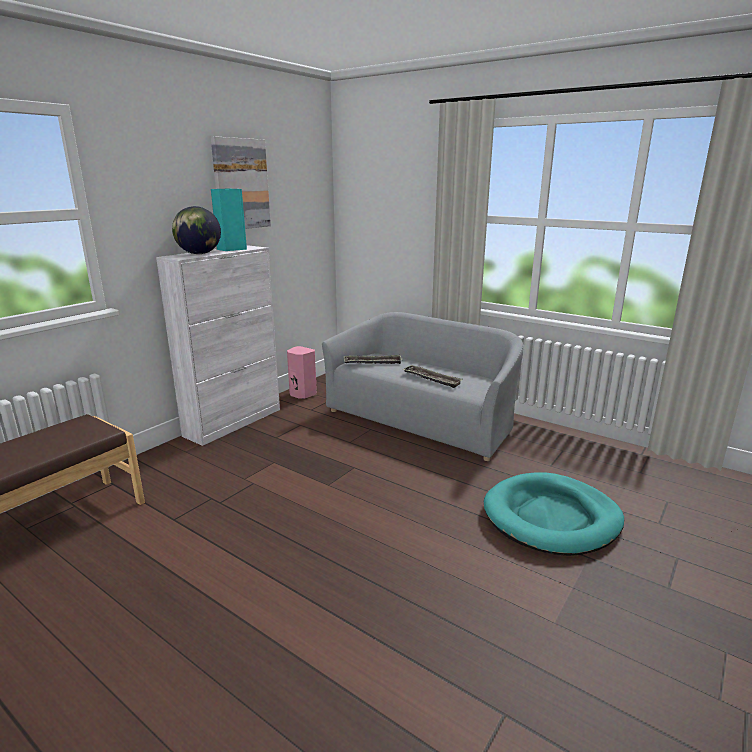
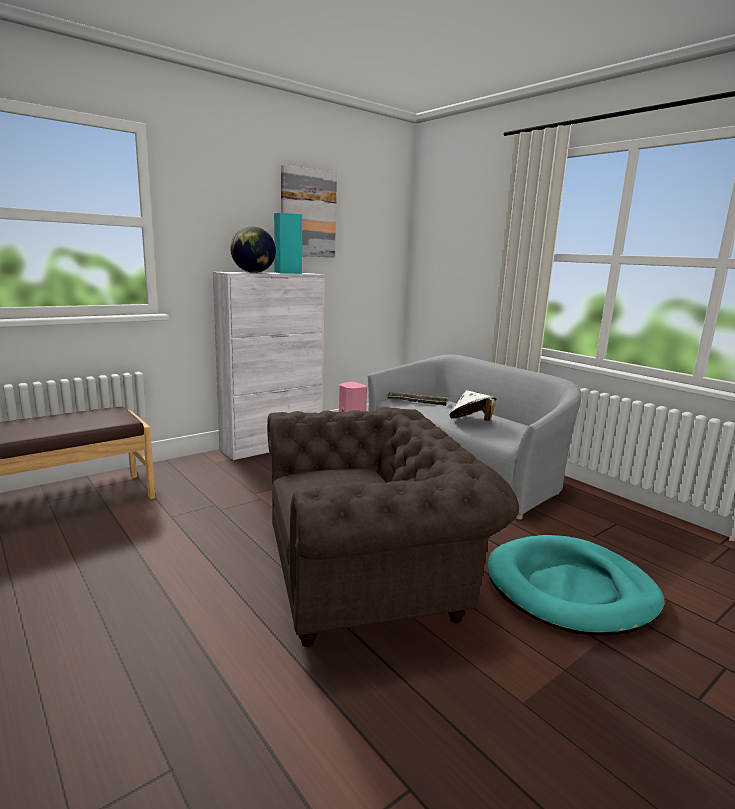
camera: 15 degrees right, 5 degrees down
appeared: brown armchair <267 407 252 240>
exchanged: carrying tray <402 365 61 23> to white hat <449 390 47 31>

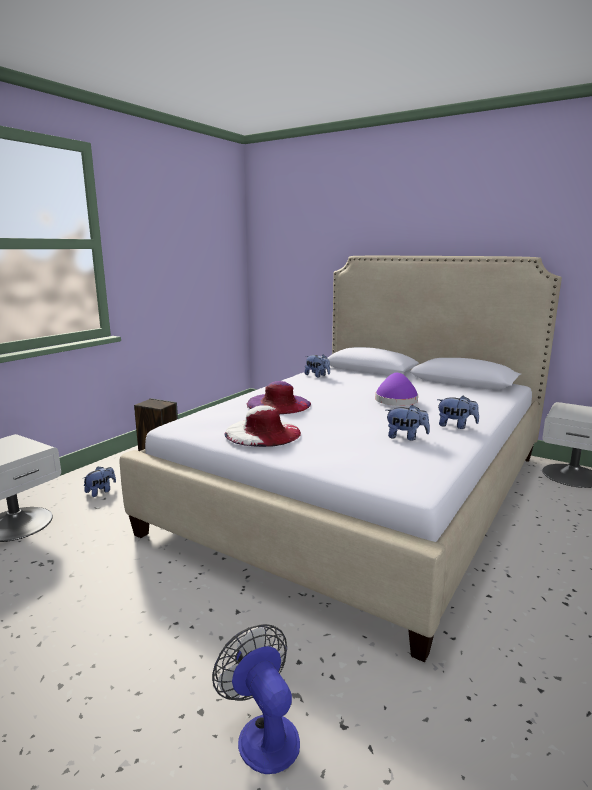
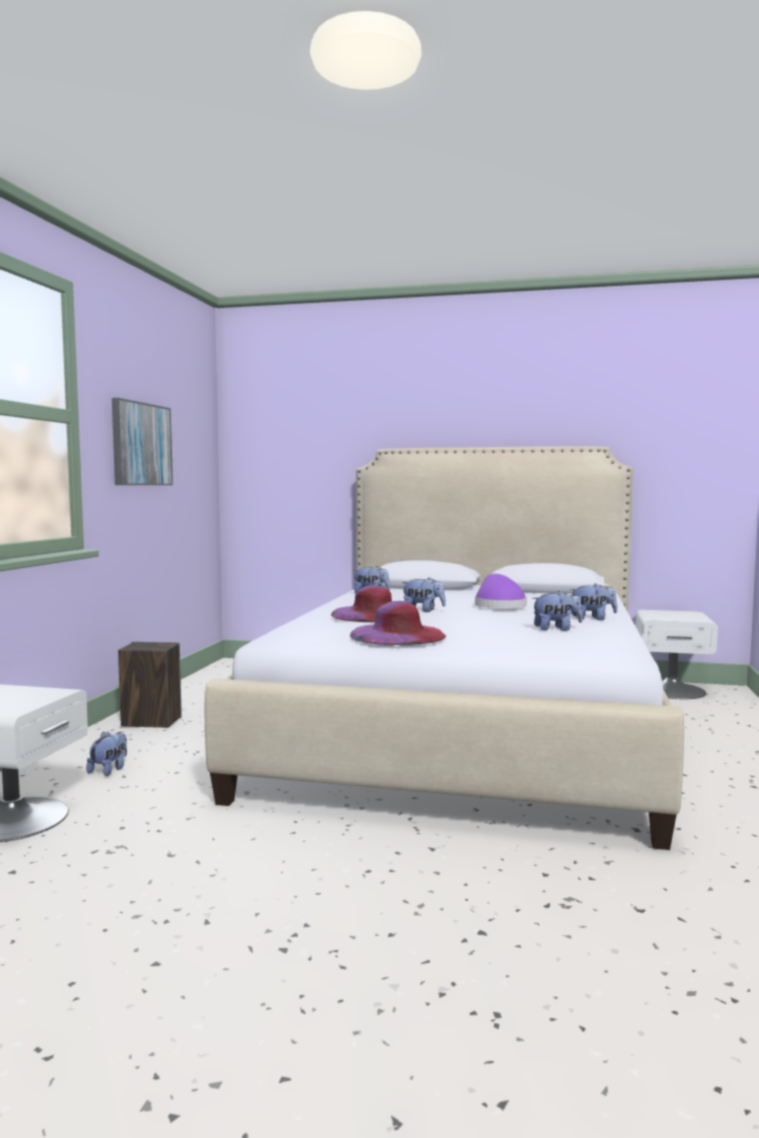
camera: 20 degrees left, 10 degrees down
missing: cooling fan <212 624 88 150>
appeared: picture <112 398 61 87>; plush toy <401 577 45 35>
colour: white hat <225 405 76 42> to purplish hat <350 601 96 44>

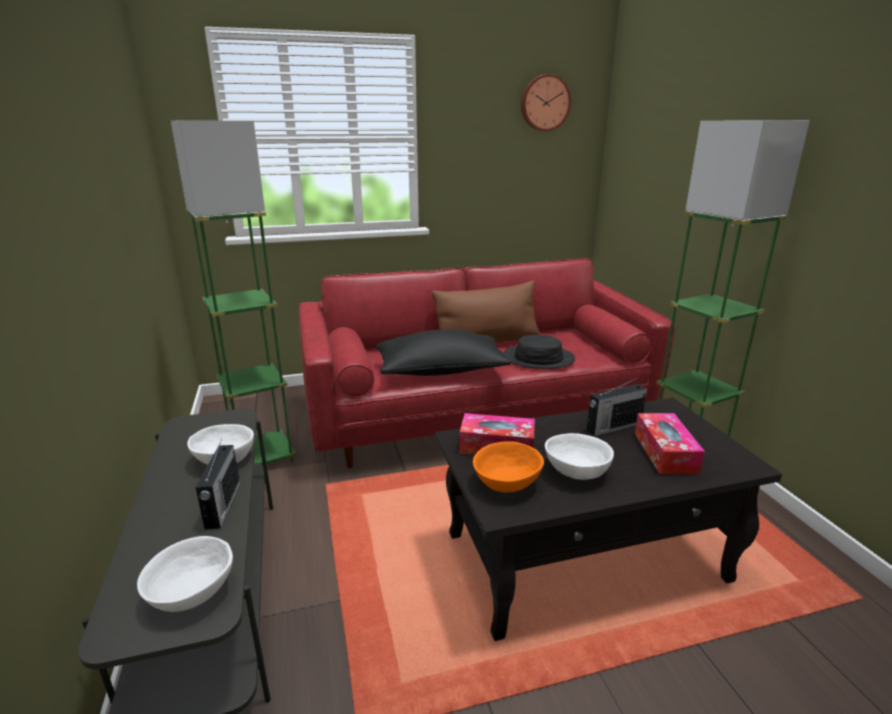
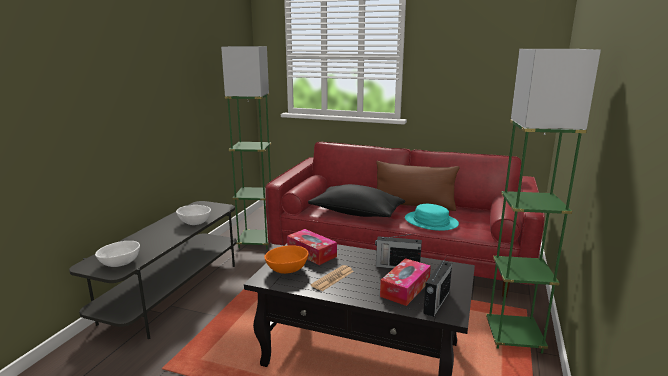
camera: 35 degrees right, 5 degrees down
missing: clock on the wall <521 74 50 57>
relocated: radio set <196 438 44 91> to <423 257 29 60>
exchanged: white deep dish <545 433 69 47> to newspaper <311 265 43 26>
colour: blackish hat <503 335 72 34> to blue-green hat <405 204 54 27>

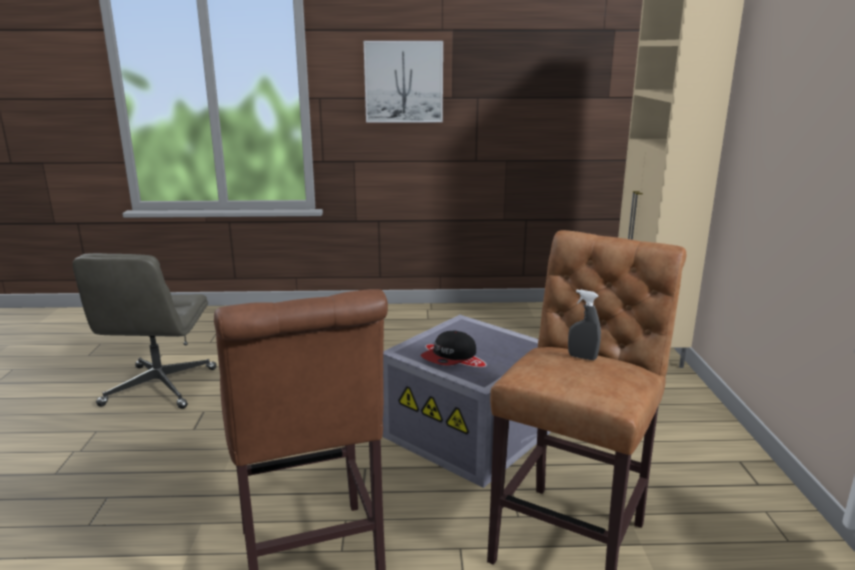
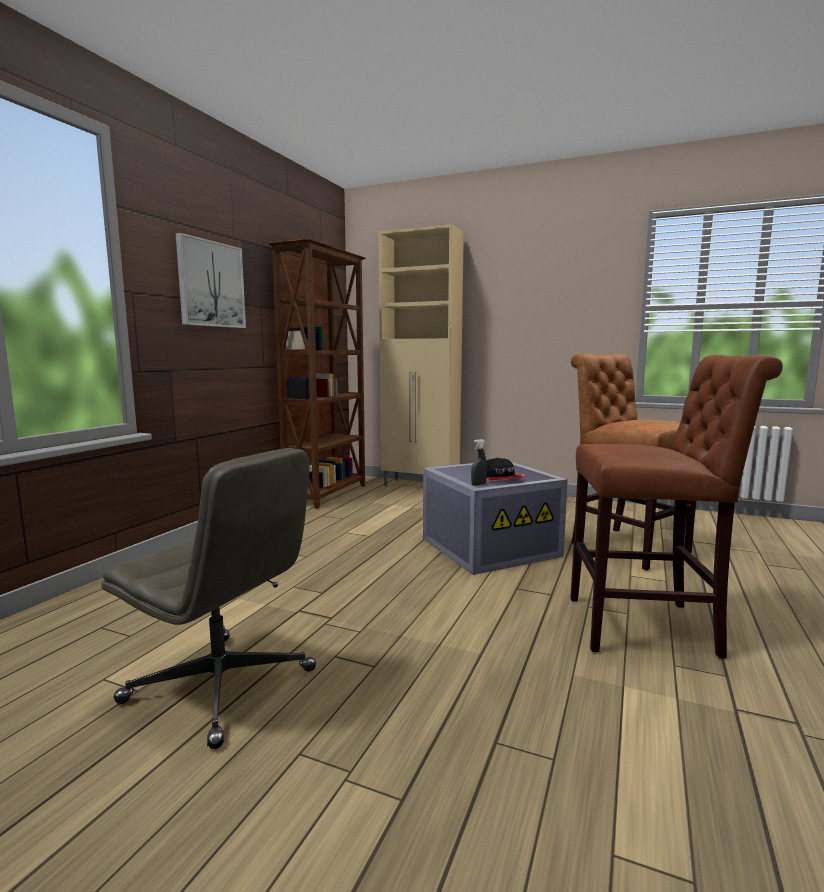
camera: 65 degrees left, 10 degrees down
appeared: brown bookshelf <269 239 97 270>
relocated: greyish sprayer <568 290 33 70> to <471 439 16 47>

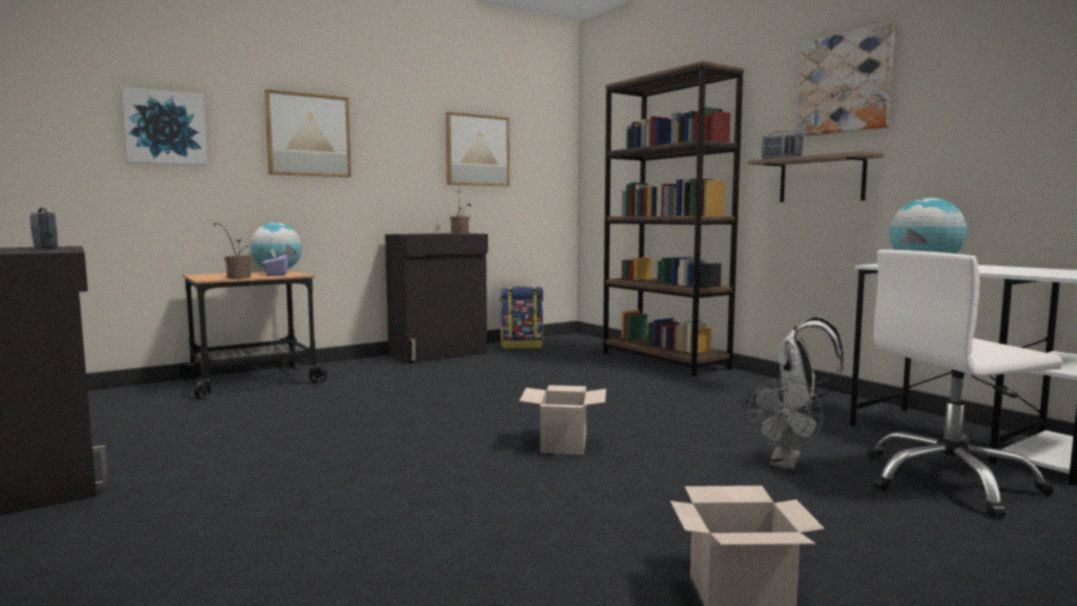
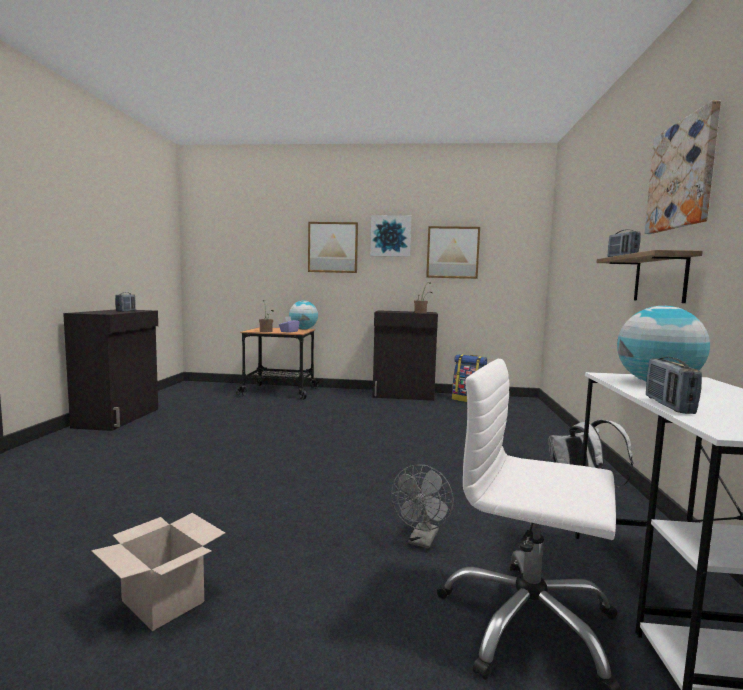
camera: 40 degrees right, 0 degrees up
missing: packing box <519 385 87 70>; brown bookshelf <603 61 141 316>
appeared: radio set <646 357 56 57>
relocated: picture <121 87 87 78> to <370 215 41 42>
spun: greyish cooling fan <748 378 75 91> = <391 465 62 83> 45 degrees counterclockwise

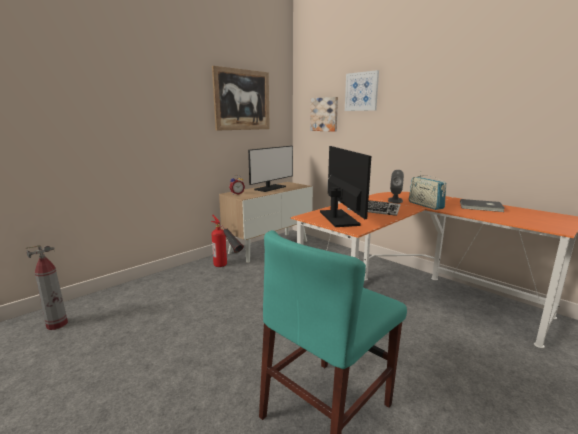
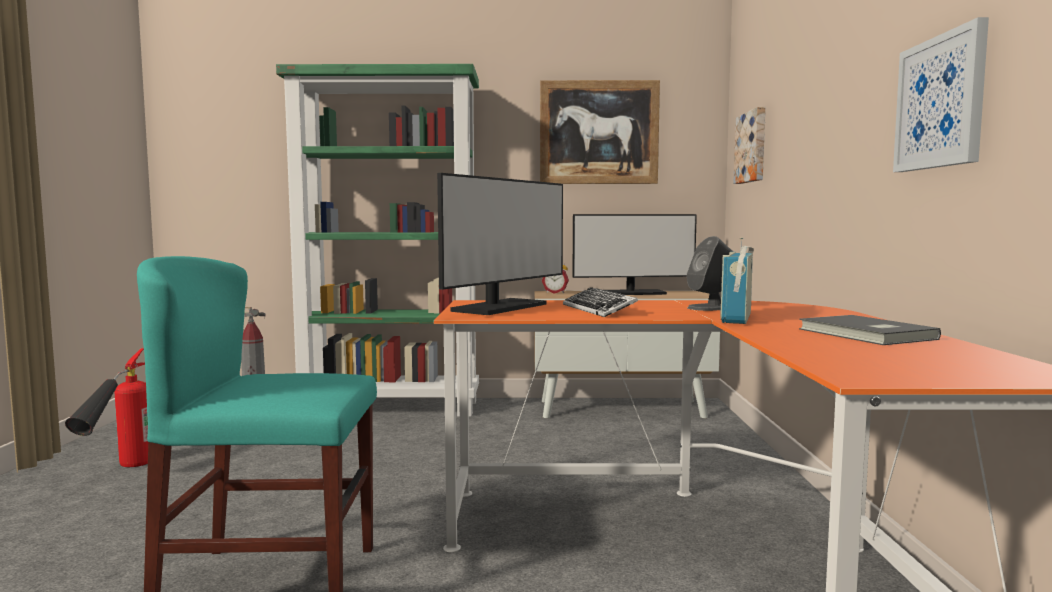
camera: 45 degrees right, 10 degrees down
appeared: greenish bookshelf <276 64 203 353>
relocated: fire extinguisher <211 215 33 52> to <65 348 83 119>; picture <345 70 34 41> to <893 17 96 155>

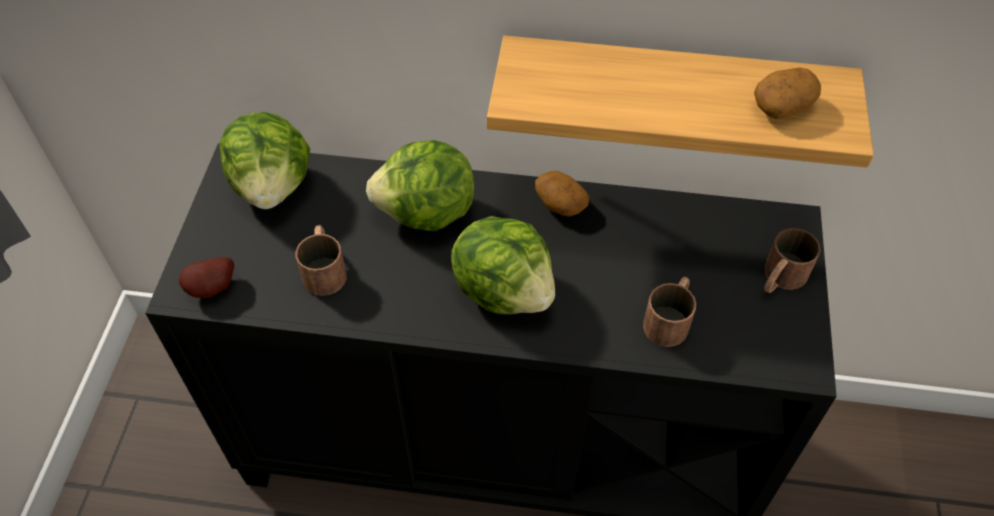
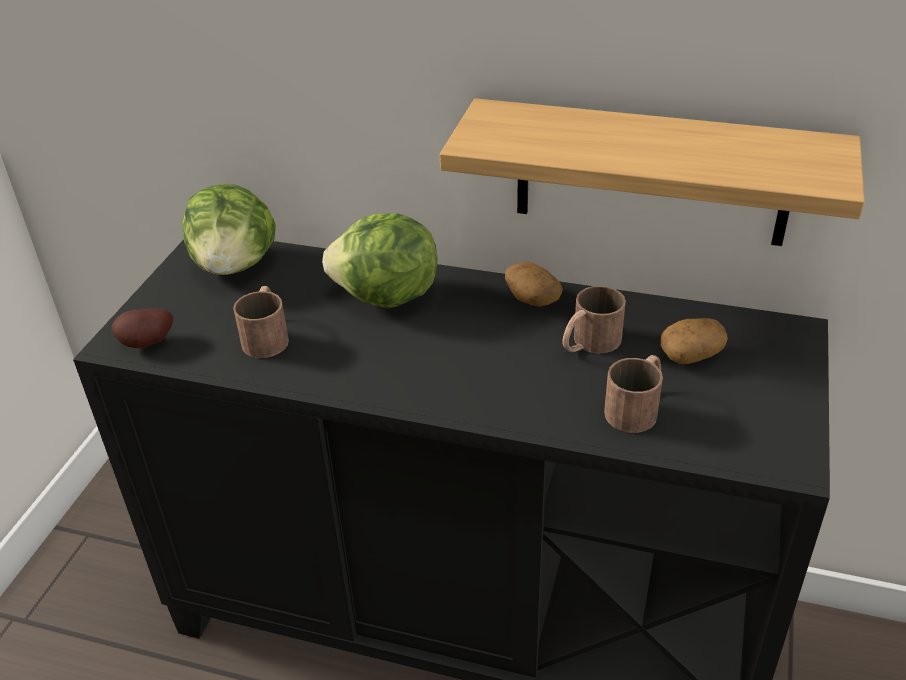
camera: 10 degrees right, 15 degrees down
missing: head of lettuce <451 216 104 98>
relocated: brown mug <764 228 57 65> to <562 286 64 68>; whole potato <754 68 67 51> to <661 318 67 47>

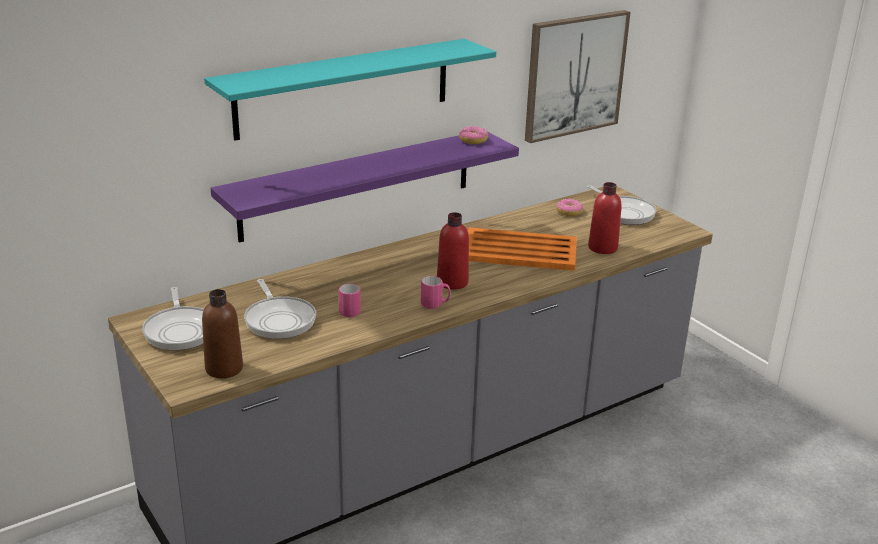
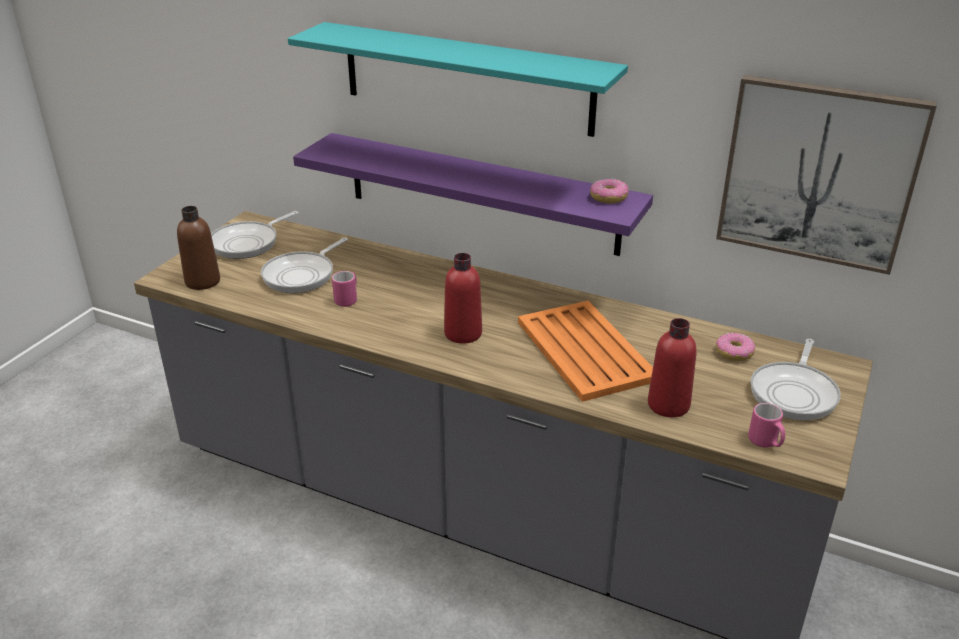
camera: 60 degrees right, 5 degrees up
relocated: pink-coloured mug <421 276 30 33> to <748 403 37 45>

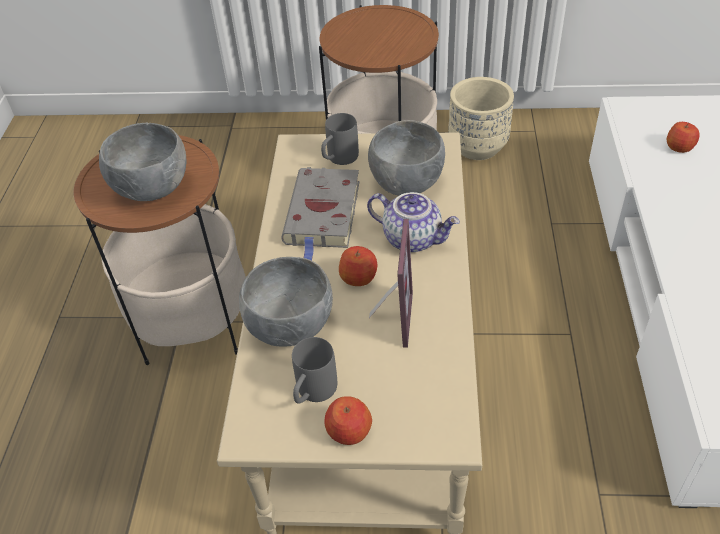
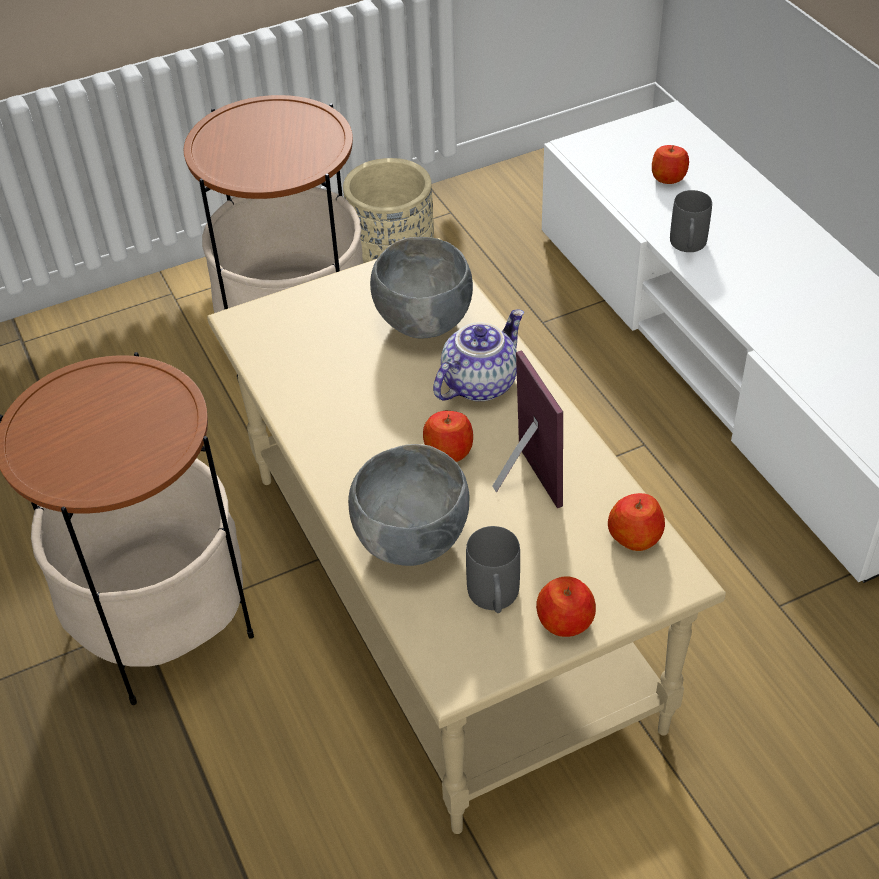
camera: 30 degrees left, 0 degrees up
missing: greyish deep dish <99 123 87 78>; greyish book <281 167 78 93>
appeared: apple <608 493 57 58>
relocated: greyish mug <321 113 38 52> to <670 190 42 62>
spun: teapot <367 192 93 60> = <433 309 91 92> 45 degrees counterclockwise

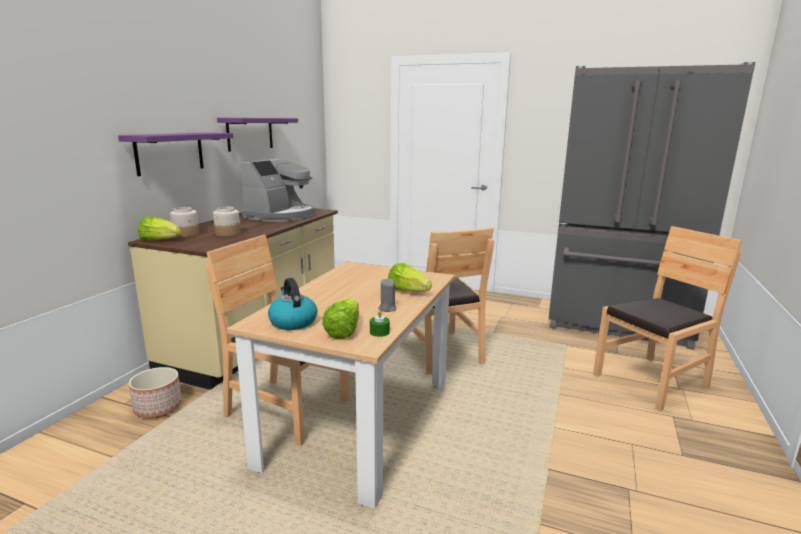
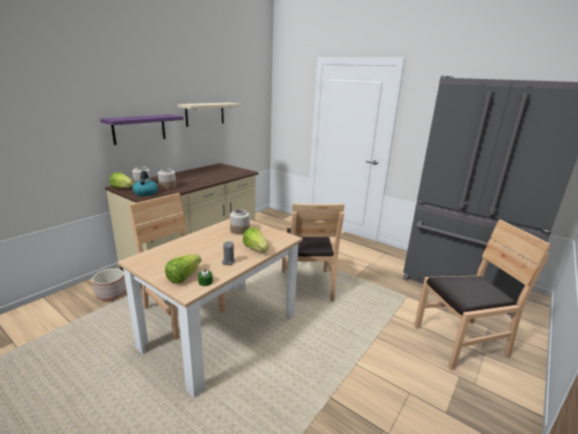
camera: 15 degrees right, 5 degrees up
missing: coffee maker <240 159 75 63>
appeared: storage jar <230 209 20 25>
relocated: water kettle <268 278 49 52> to <132 171 26 25>
colour: purplish bracket shelf <217 118 81 34> to beige-coloured bracket shelf <178 102 63 25>

